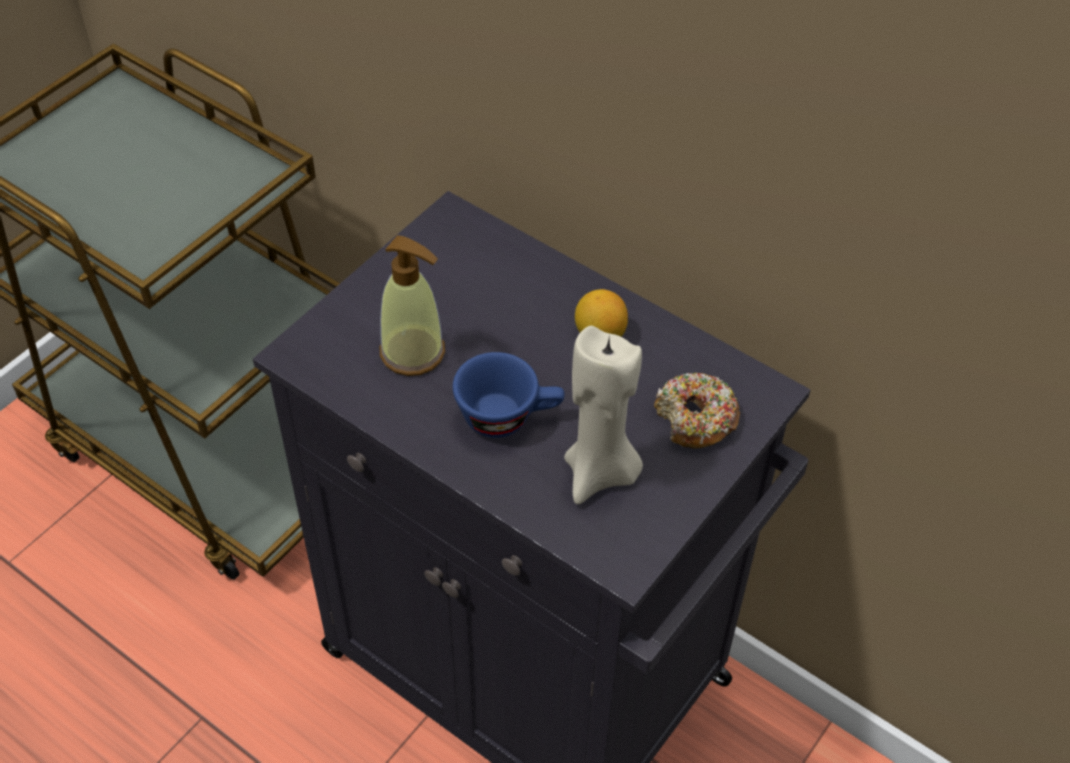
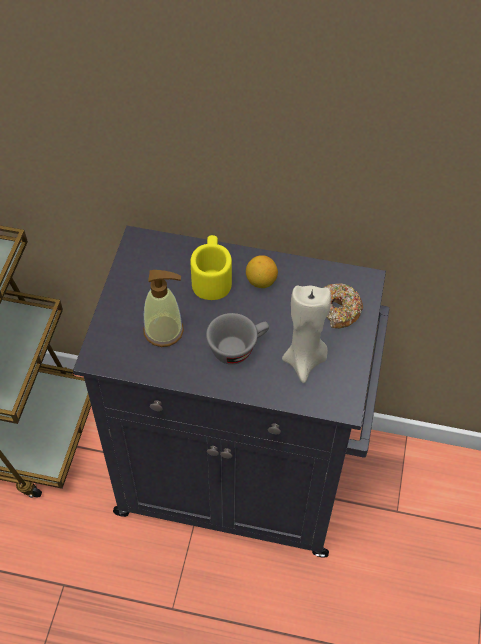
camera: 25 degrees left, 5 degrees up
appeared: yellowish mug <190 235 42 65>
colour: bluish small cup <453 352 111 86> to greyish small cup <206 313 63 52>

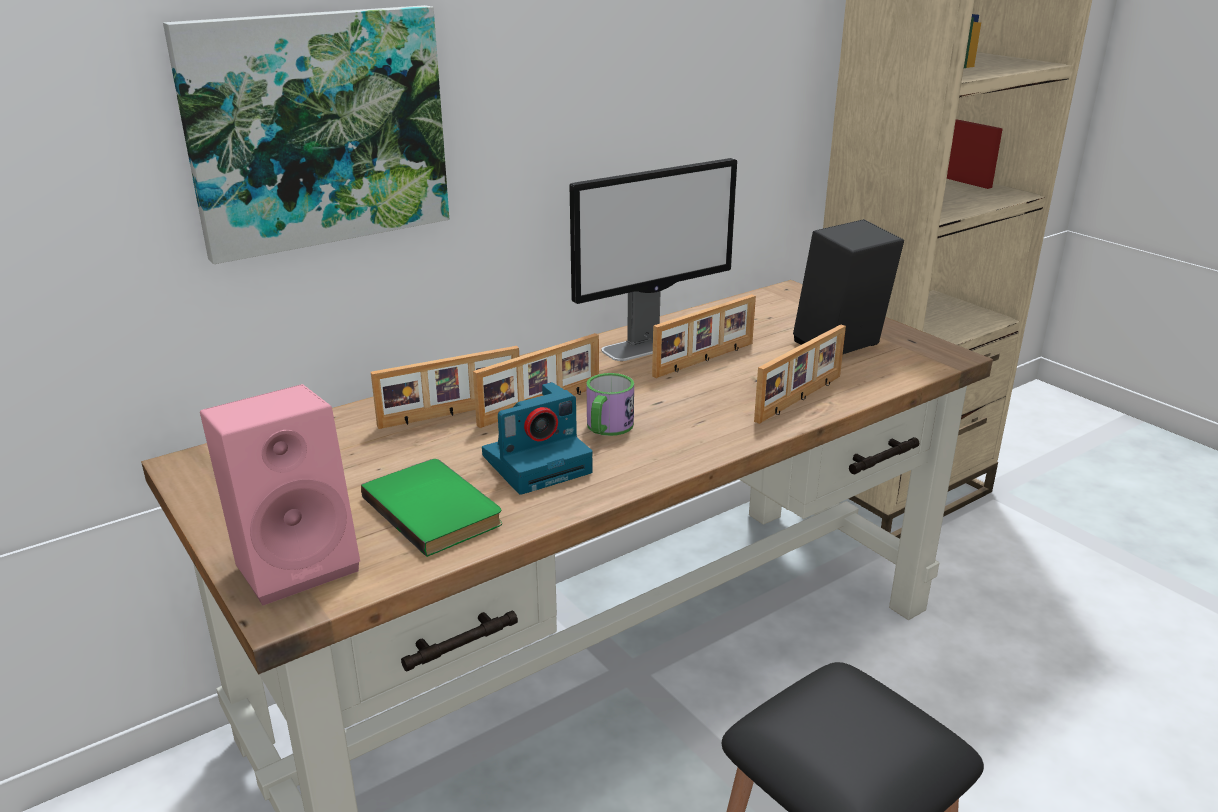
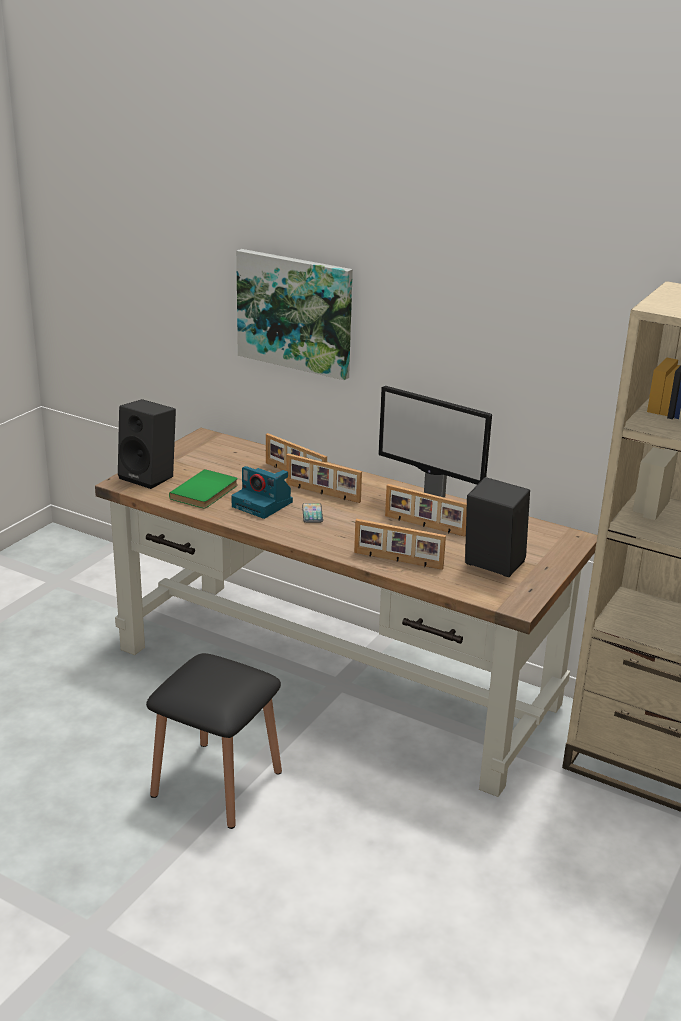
camera: 65 degrees right, 0 degrees up
exchanged: mug <586 373 48 63> to telephone <302 503 21 20>
colour: pink-coloured loudspeaker <200 384 160 222> to blackish loudspeaker <118 399 58 90>

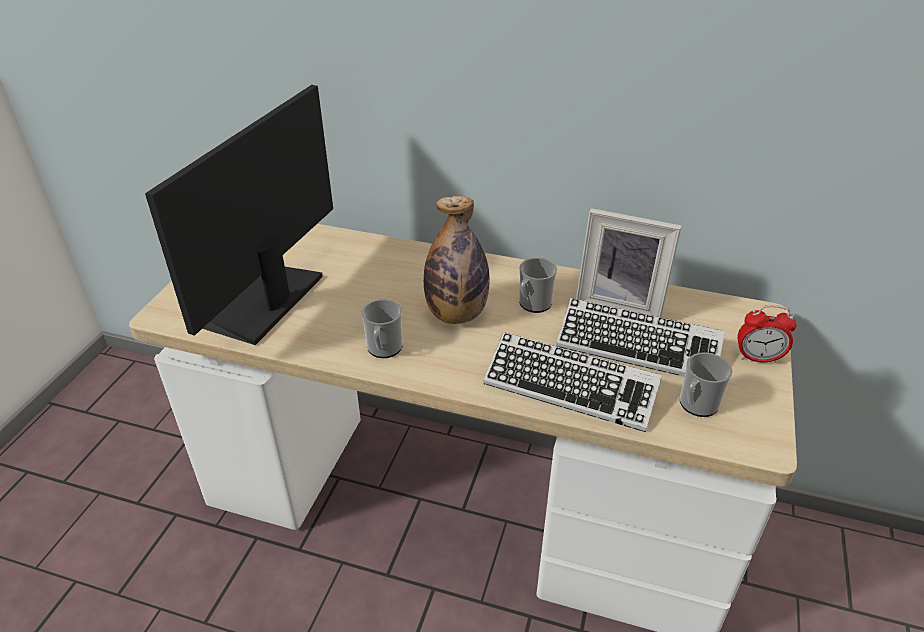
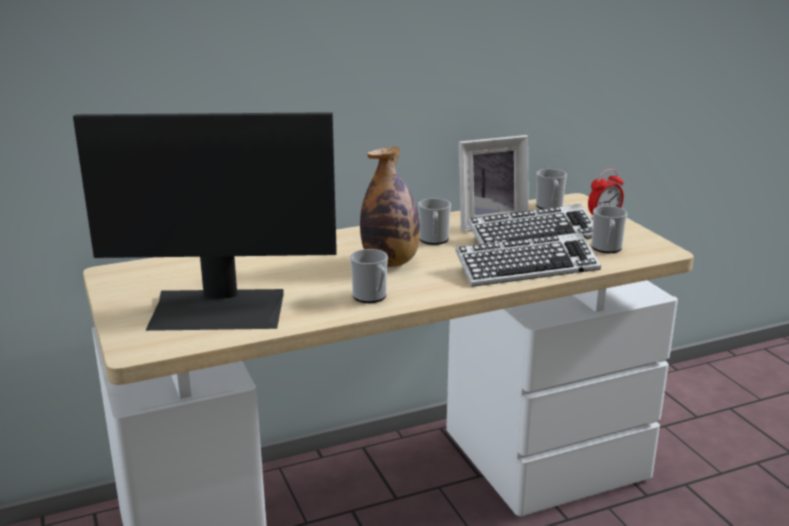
camera: 40 degrees left, 15 degrees down
appeared: mug <536 169 31 40>
spun: monitor <145 85 188 260> = <73 112 264 219> 75 degrees counterclockwise

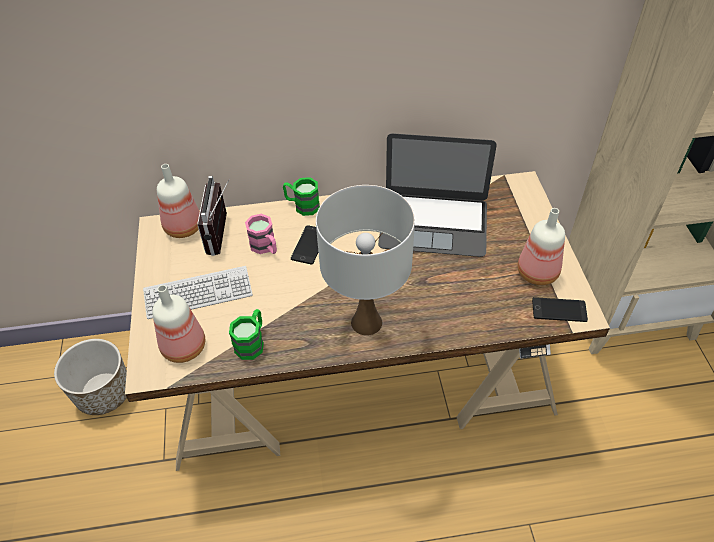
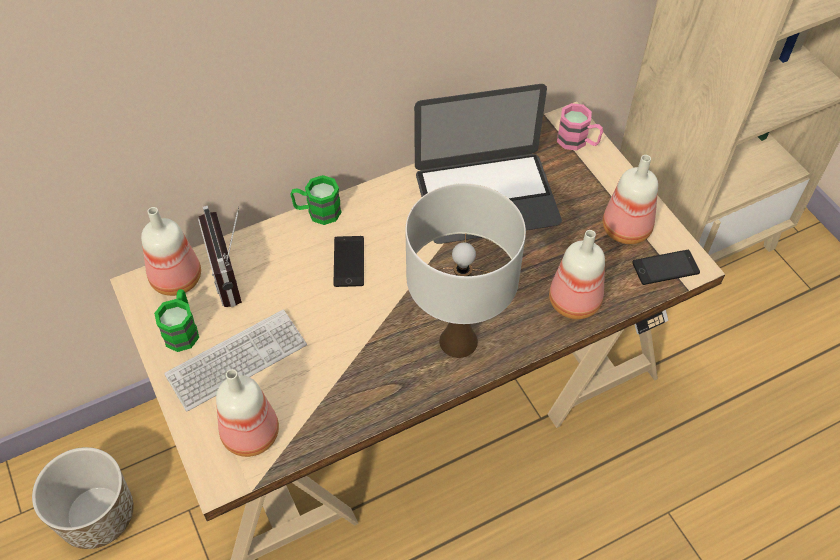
camera: 20 degrees left, 5 degrees up
appeared: bottle <549 230 56 89>
relocated: greenish mug <229 309 35 51> to <154 289 45 63>; pink-coloured mug <245 214 32 40> to <557 103 46 48>

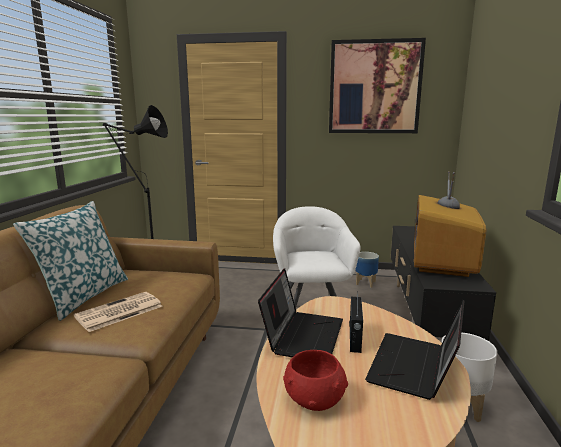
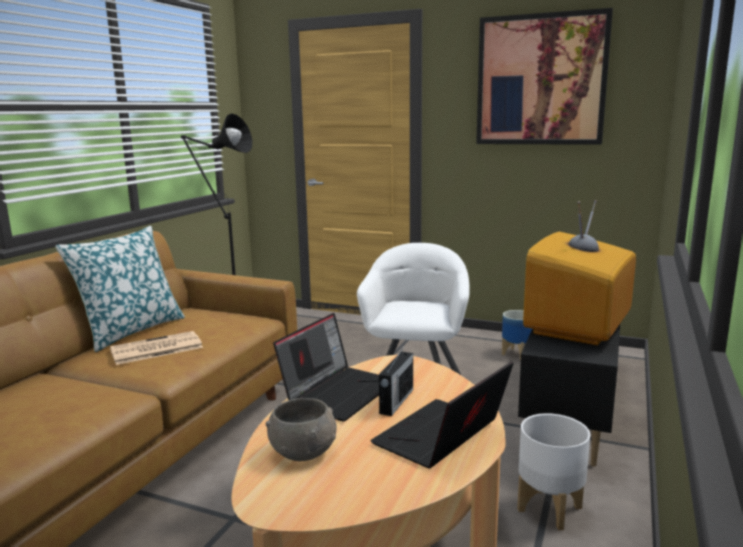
camera: 15 degrees right, 0 degrees up
colour: red-coloured deep dish <283 350 65 61> to greyish deep dish <266 398 71 63>

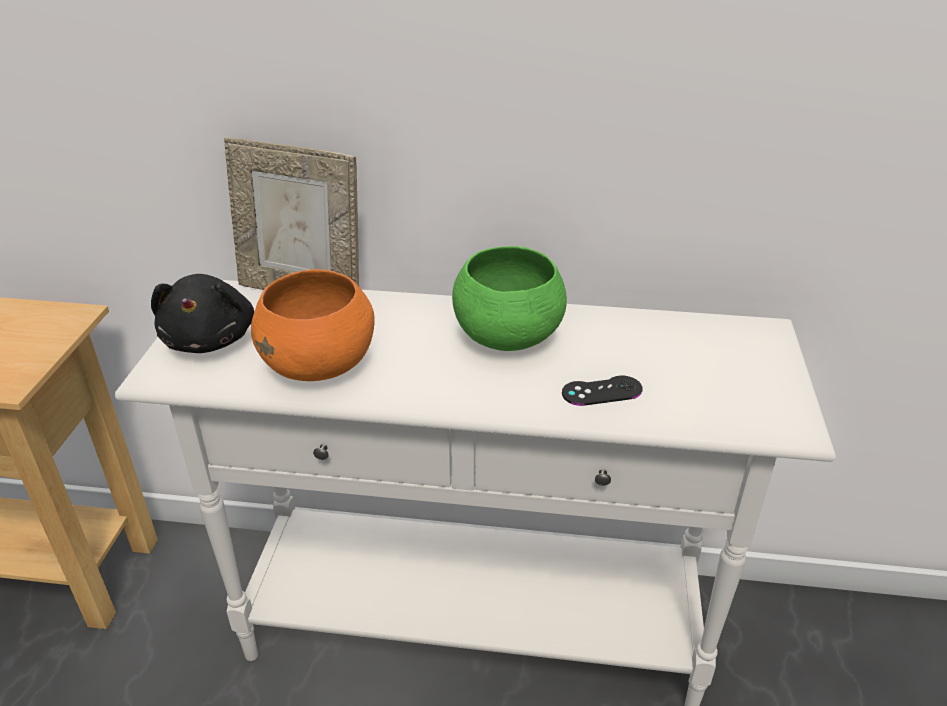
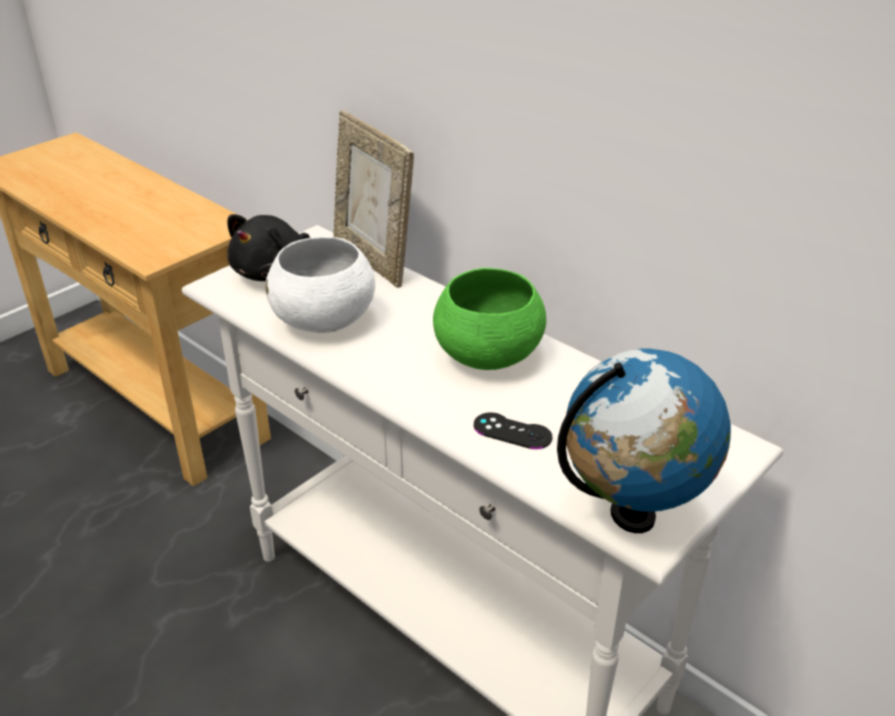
camera: 35 degrees right, 0 degrees up
appeared: globe <557 349 174 184>
colour: orangey deep dish <251 269 124 112> to white deep dish <266 236 109 97>

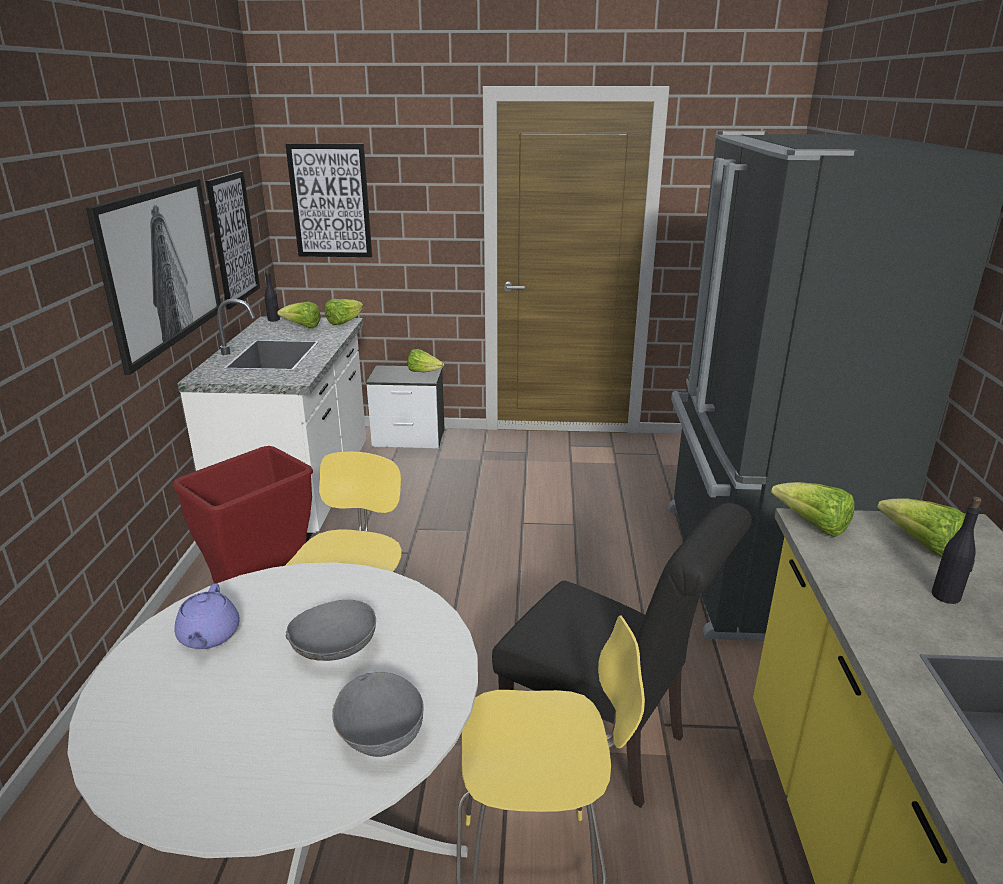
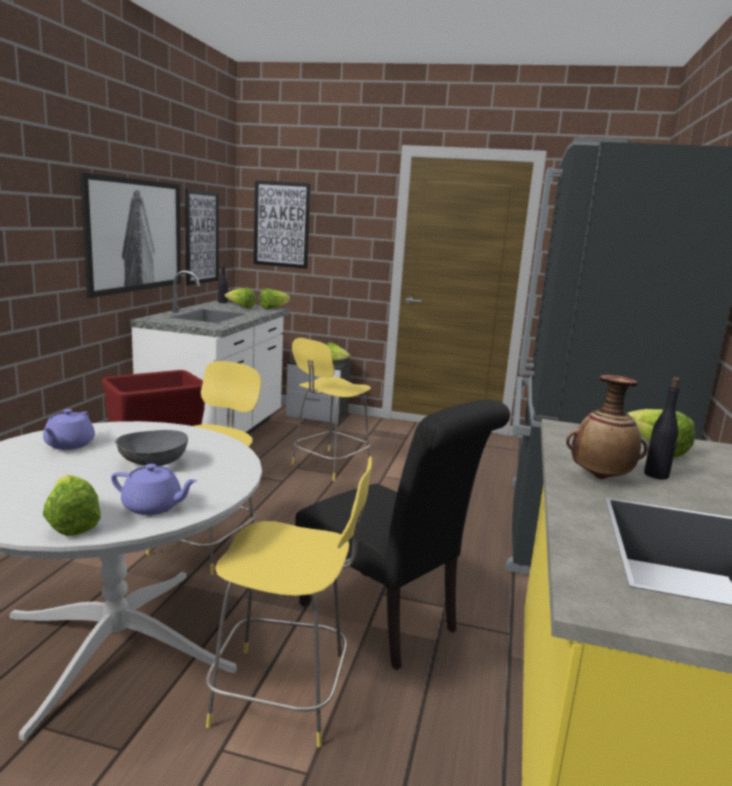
camera: 10 degrees right, 10 degrees down
appeared: yellowish stool <292 338 79 143>; vase <566 375 82 104>
relocated: head of lettuce <771 482 84 55> to <43 475 58 61>
exchanged: greyish deep dish <332 672 92 85> to purplish teapot <111 464 87 51>

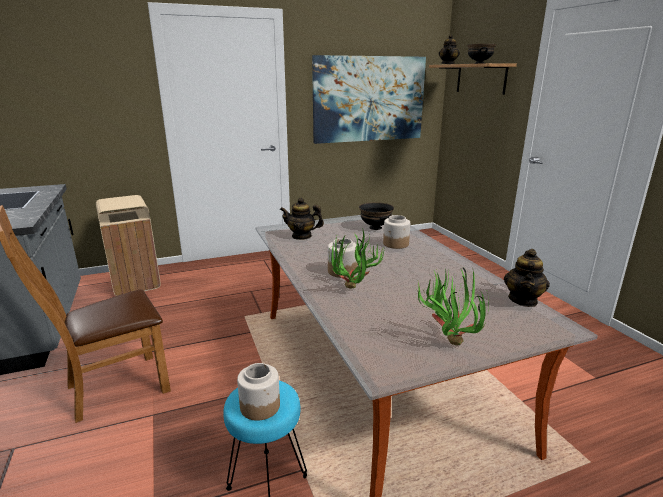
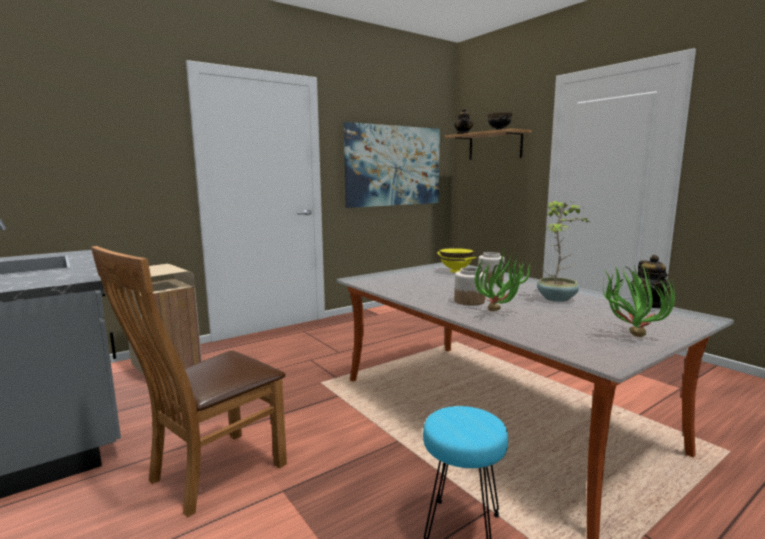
camera: 15 degrees left, 10 degrees down
missing: storage jar <237 363 43 58>; teapot <280 198 44 42>
appeared: plant in a pot <537 201 52 101>
colour: blackish deep dish <359 202 35 28> to yellowish deep dish <437 248 40 25>

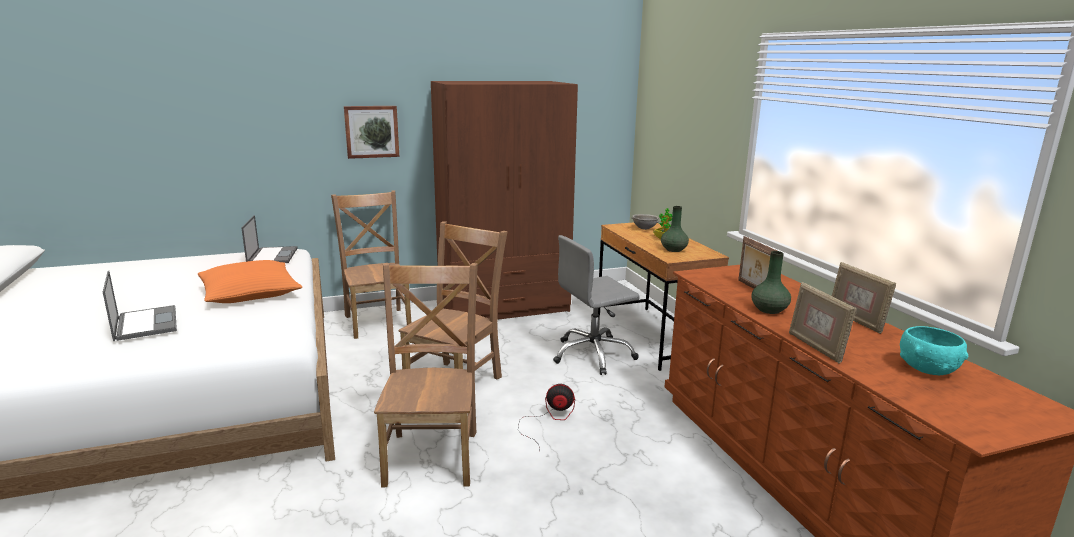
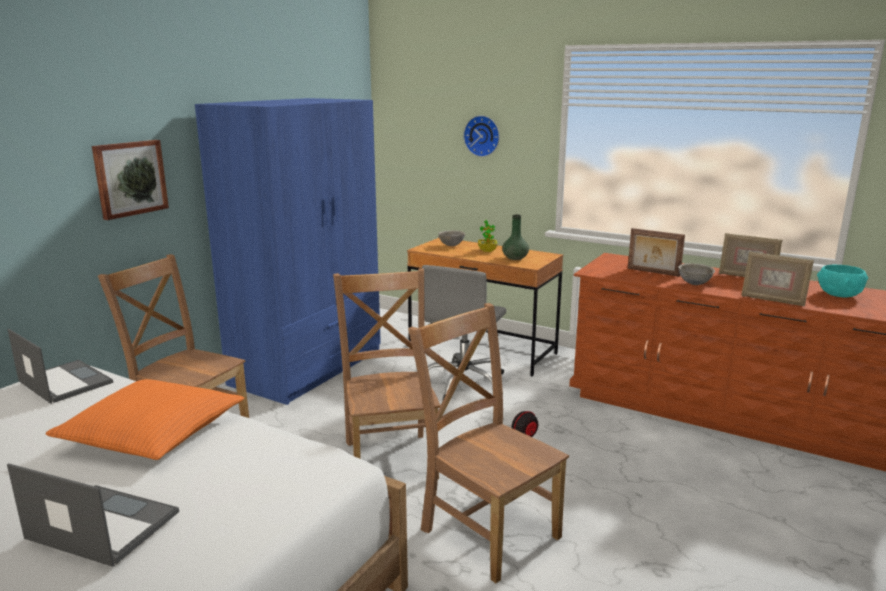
camera: 40 degrees left, 0 degrees up
appeared: clock on the wall <463 115 37 42>
exchanged: greenish vase <751 251 40 63> to greyish deep dish <678 263 37 22>
colour: brown wardrobe <431 81 147 239> to bluish wardrobe <195 98 186 307>

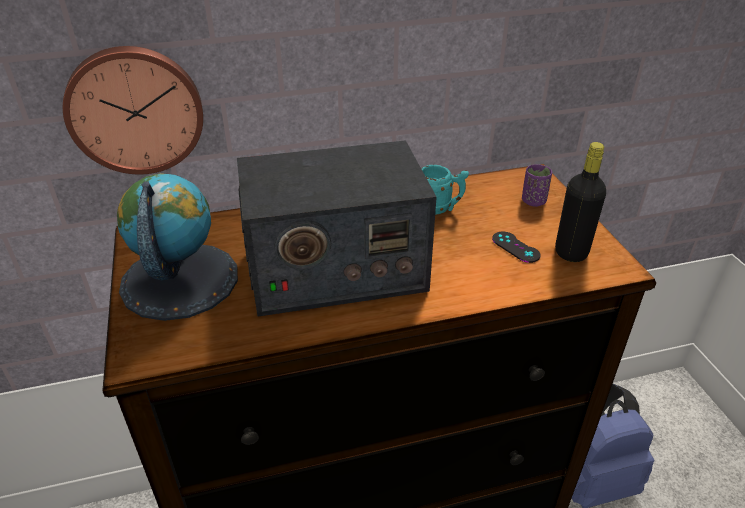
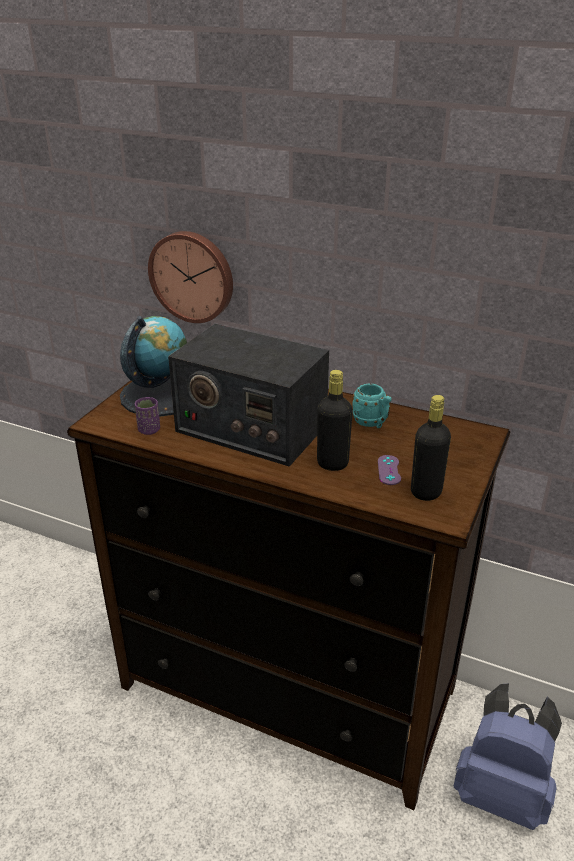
camera: 40 degrees right, 5 degrees down
appeared: blackish bottle <317 370 36 101>
relocated: purplish small cup <522 164 30 43> to <135 397 25 38>
colour: blackish joypad <492 232 49 31> to purplish joypad <378 455 23 30>

